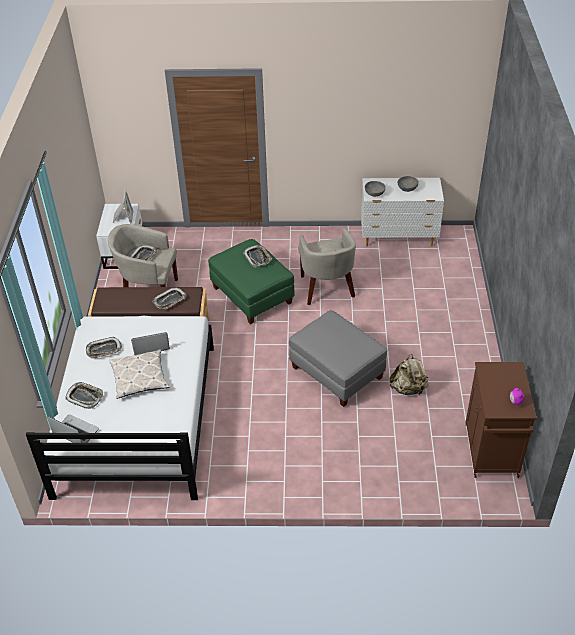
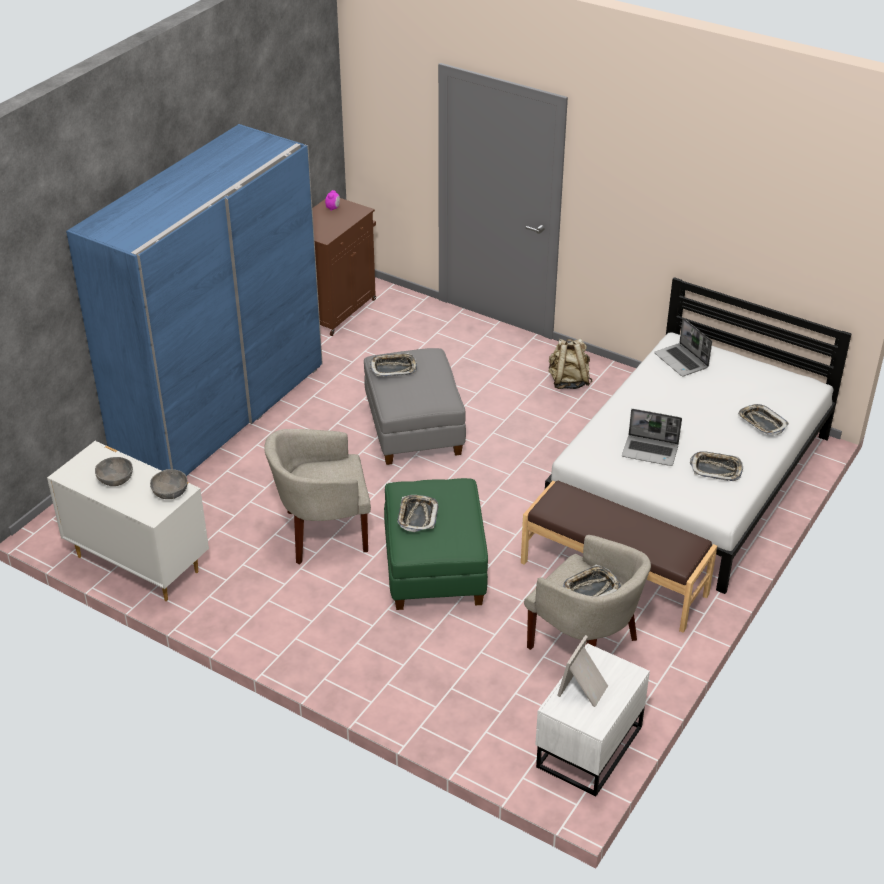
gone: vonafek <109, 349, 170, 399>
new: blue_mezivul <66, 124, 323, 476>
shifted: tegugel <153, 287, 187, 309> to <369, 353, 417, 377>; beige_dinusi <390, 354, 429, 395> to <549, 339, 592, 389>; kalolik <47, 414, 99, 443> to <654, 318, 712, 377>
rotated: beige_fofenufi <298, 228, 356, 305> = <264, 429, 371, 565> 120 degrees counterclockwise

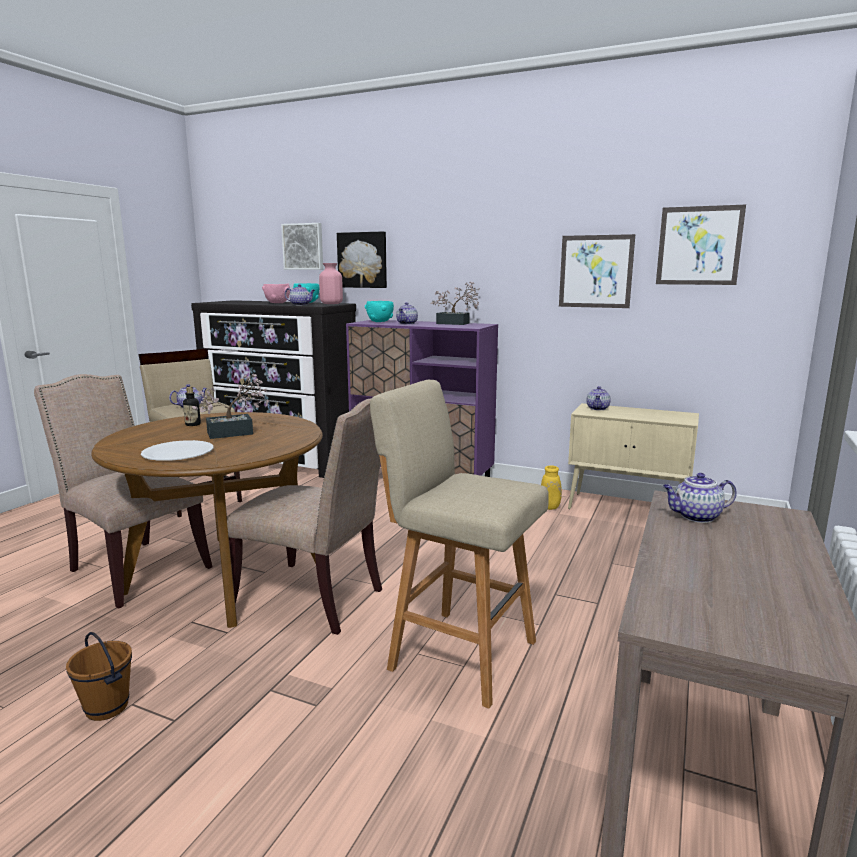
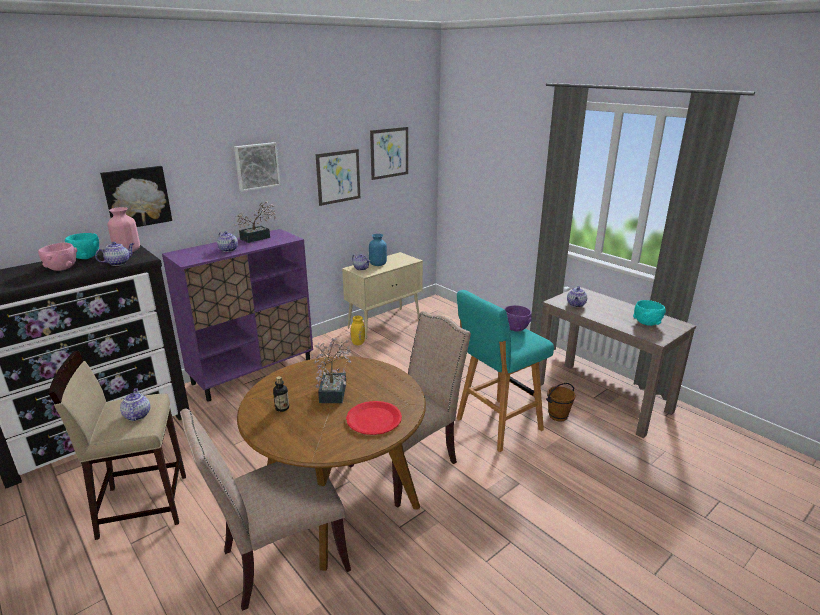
new: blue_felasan <369, 234, 387, 266>; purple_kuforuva <505, 305, 532, 332>
shifted: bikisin <281, 223, 323, 270> to <234, 142, 281, 192>; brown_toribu <66, 632, 132, 721> to <546, 383, 575, 422>; turquoise_kuforuva <365, 301, 394, 322> to <633, 300, 666, 326>
repainted: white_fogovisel <141, 440, 213, 461> to red_fogovisel <346, 401, 402, 435>; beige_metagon <370, 380, 549, 709> to turquoise_metagon <457, 290, 554, 452>

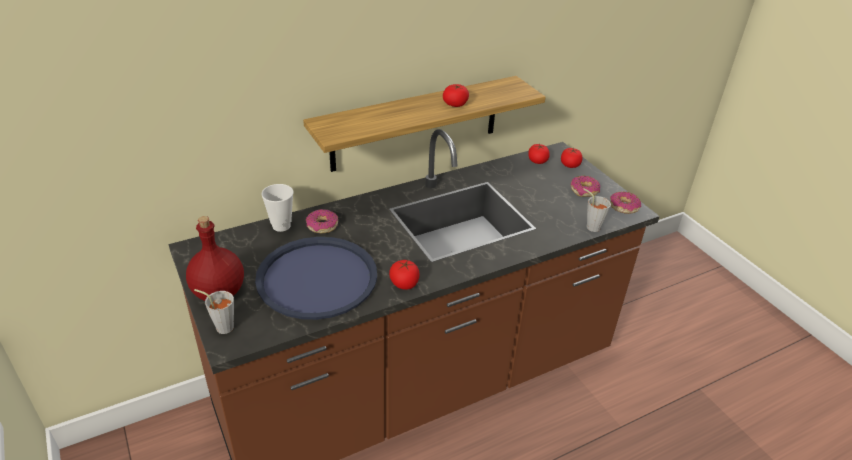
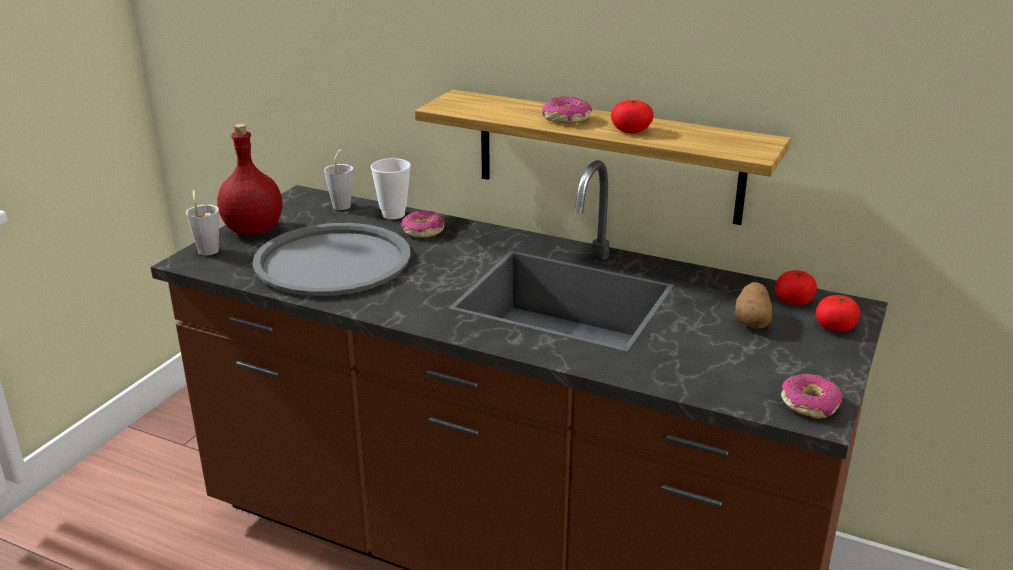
gone: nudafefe <389, 260, 420, 290>
new: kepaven <735, 282, 772, 328>
shifted: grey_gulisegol <583, 188, 611, 232> to <324, 149, 353, 210>; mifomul <571, 176, 600, 197> to <542, 96, 592, 124>
repainted: blue_tegugel <255, 237, 377, 320> to grey_tegugel <253, 223, 411, 296>

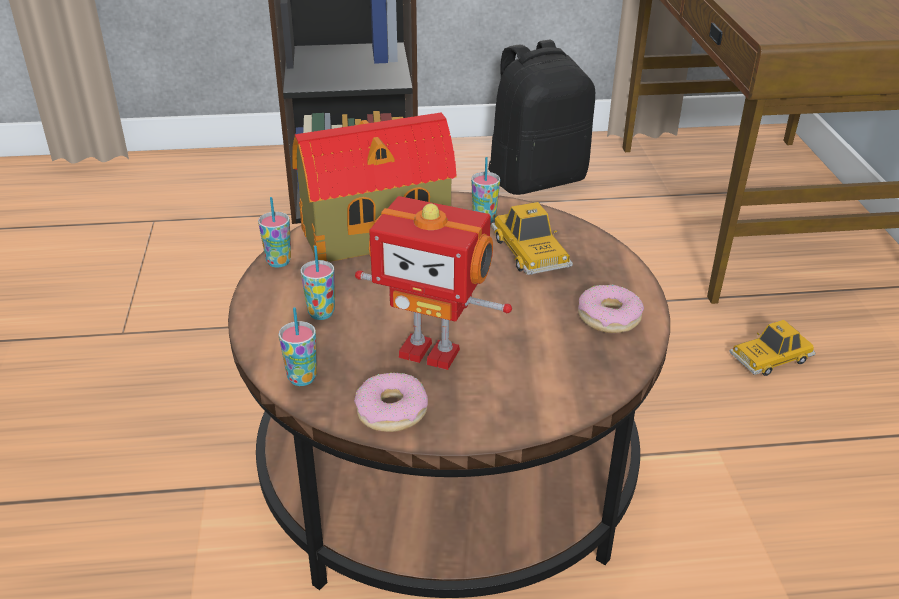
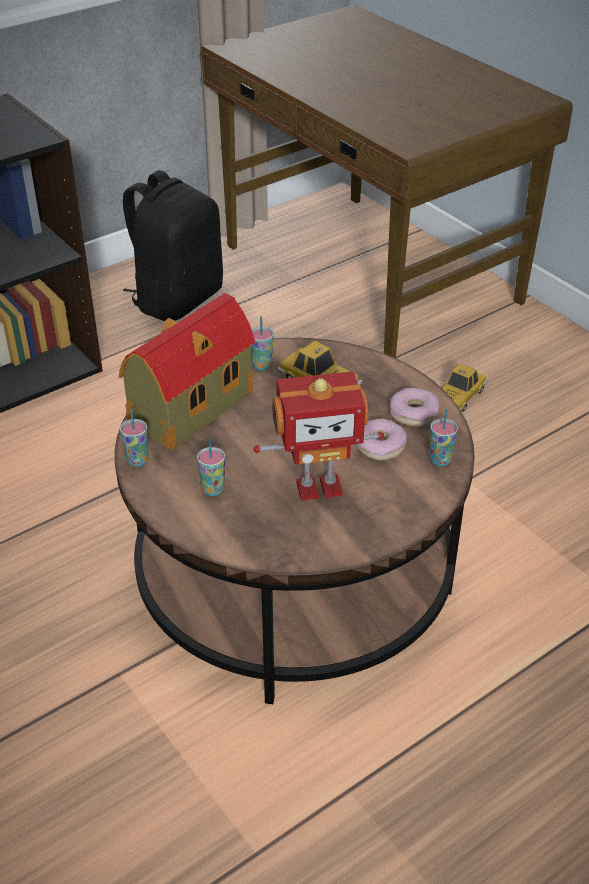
shifted: mifomul <354, 373, 428, 432> to <356, 418, 407, 461>; gulisegol <279, 307, 317, 386> to <430, 409, 458, 466>

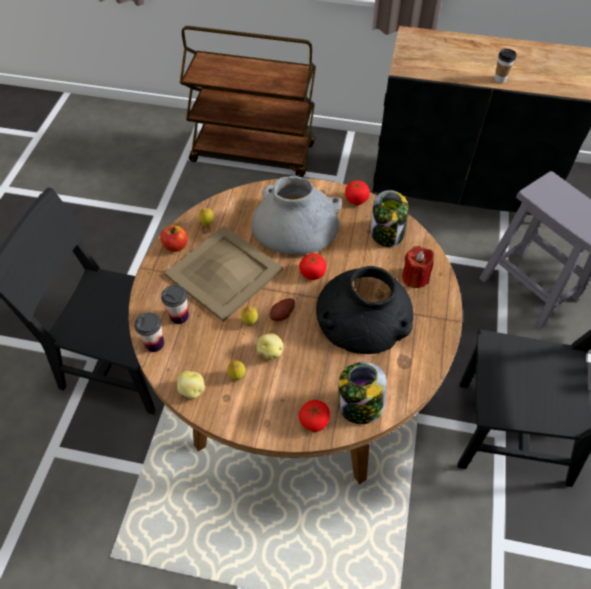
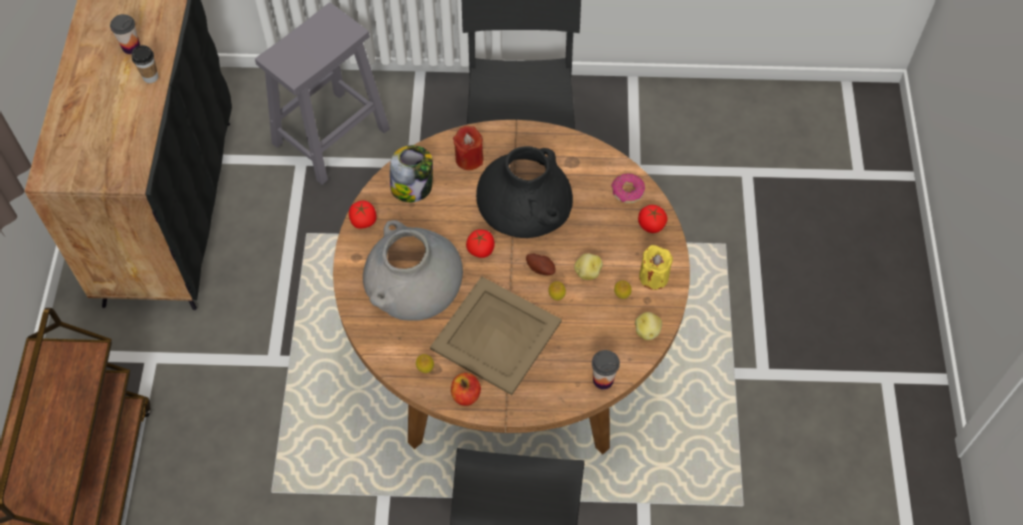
new: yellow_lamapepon <639, 245, 673, 290>
shifted: gulisegol <161, 285, 189, 324> to <110, 14, 140, 54>
swapped: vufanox <338, 362, 387, 424> to mifomul <611, 173, 645, 203>

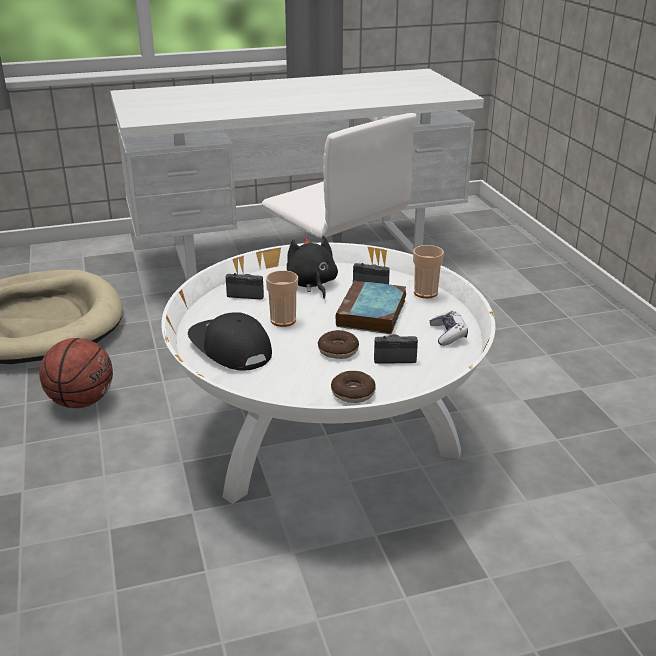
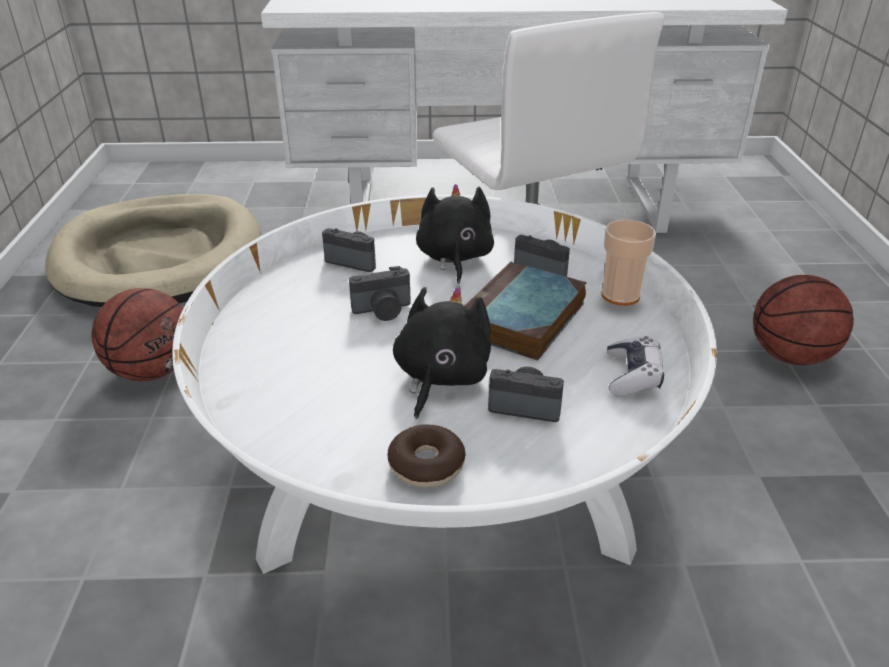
gone: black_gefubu <188, 312, 272, 371>
new: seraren <753, 275, 854, 365>
swapped: gulisegol <266, 270, 298, 327> to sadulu <349, 266, 411, 321>; mifomul <318, 330, 359, 359> to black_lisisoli <393, 286, 491, 420>

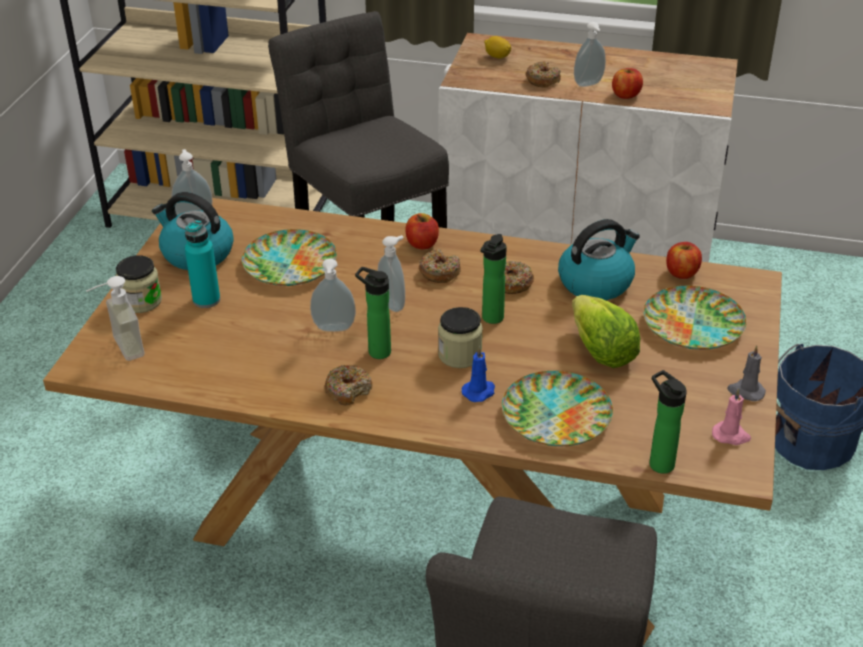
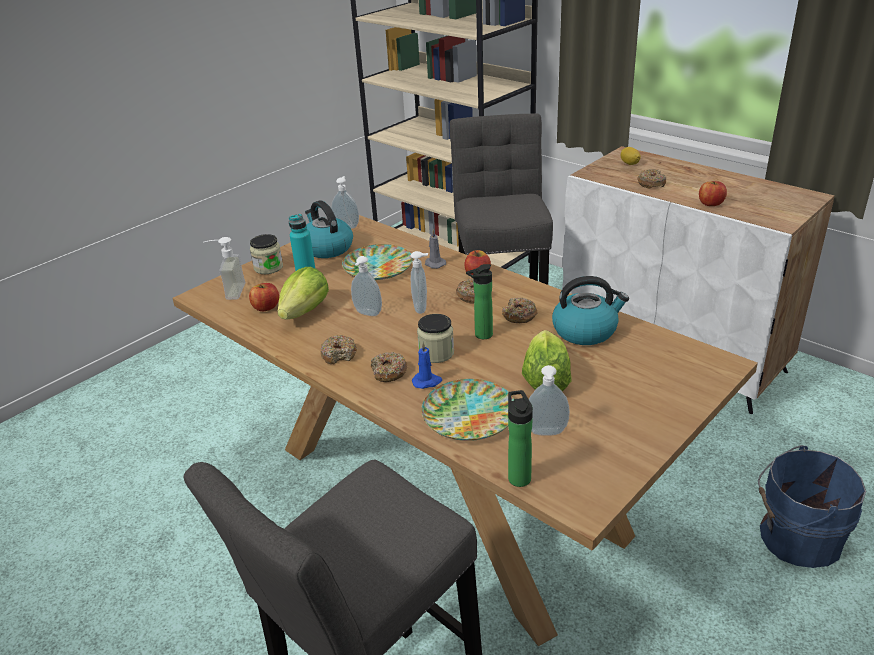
gone: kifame <355, 267, 391, 359>; fogovisel <643, 286, 747, 350>; pink_lamapepon <712, 388, 751, 445>
new: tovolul <277, 267, 329, 319>; mifomul <371, 352, 408, 382>
shifted: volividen <666, 242, 702, 279> to <249, 283, 279, 311>; grey_lamapepon <727, 345, 766, 401> to <425, 229, 446, 269>; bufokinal <574, 22, 606, 87> to <529, 365, 570, 436>

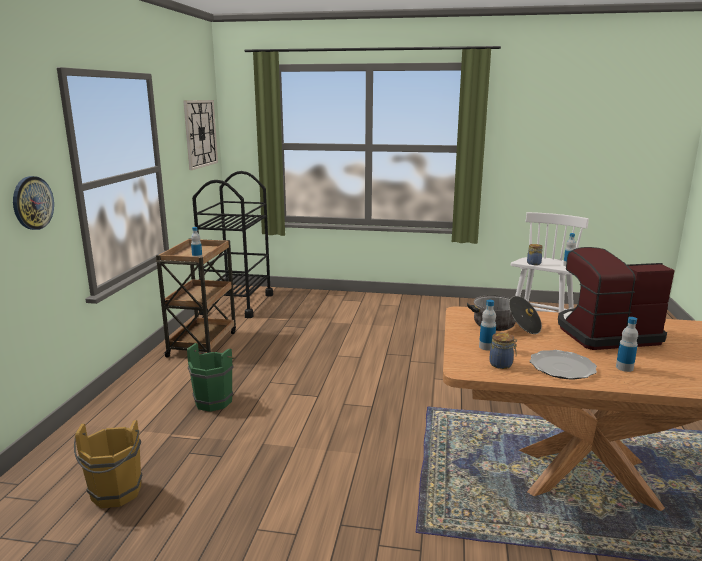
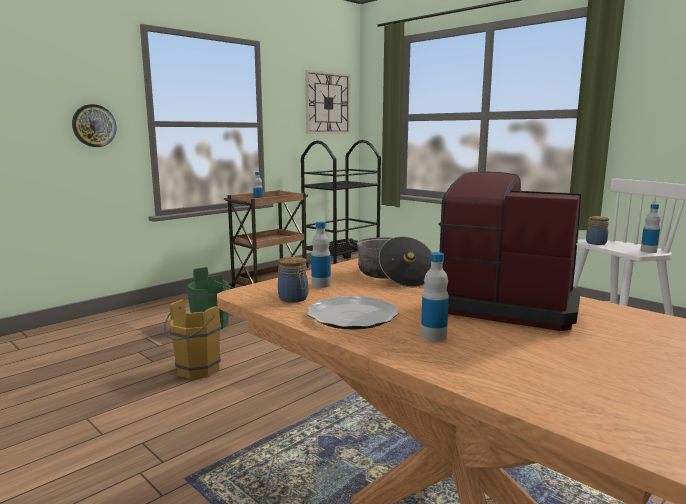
shifted: brown_toribu <74, 420, 142, 508> to <164, 299, 221, 379>

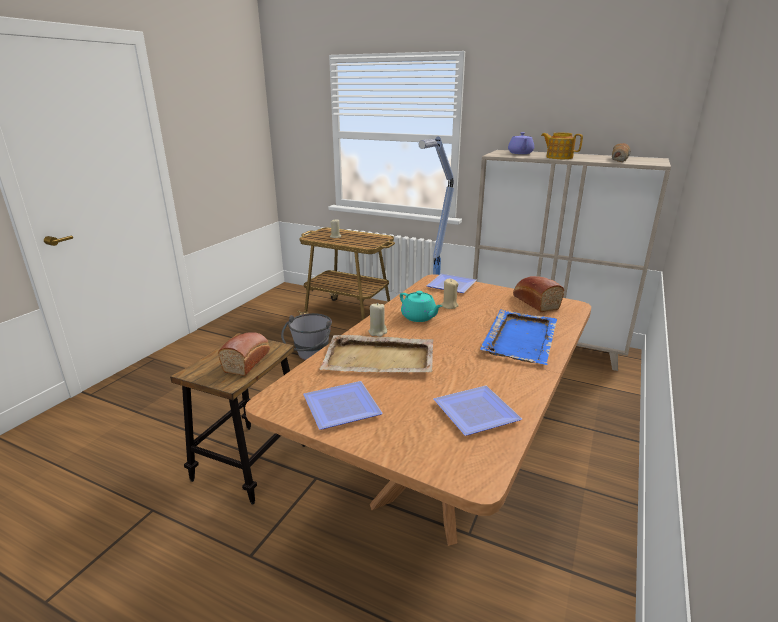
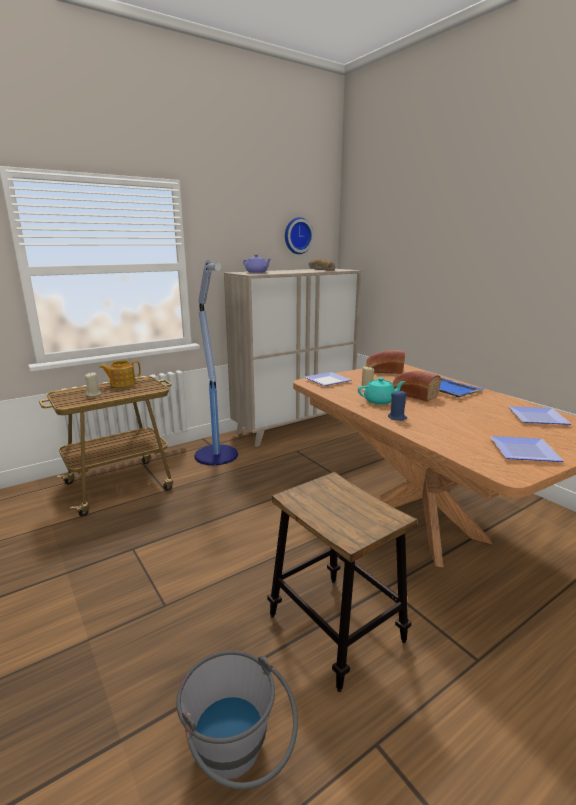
gone: beige_tegugel <319, 335, 433, 373>
new: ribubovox <285, 217, 314, 254>
shifted: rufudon <541, 133, 583, 159> to <99, 360, 141, 387>; grey_toribu <281, 313, 332, 360> to <176, 650, 298, 790>; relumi <218, 332, 270, 376> to <392, 371, 441, 401>
repainted: beige_lamapepon <368, 303, 387, 337> to blue_lamapepon <388, 390, 407, 421>

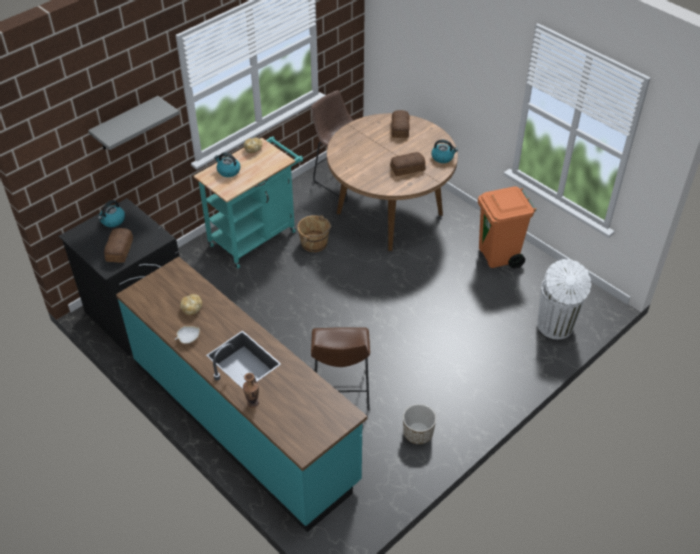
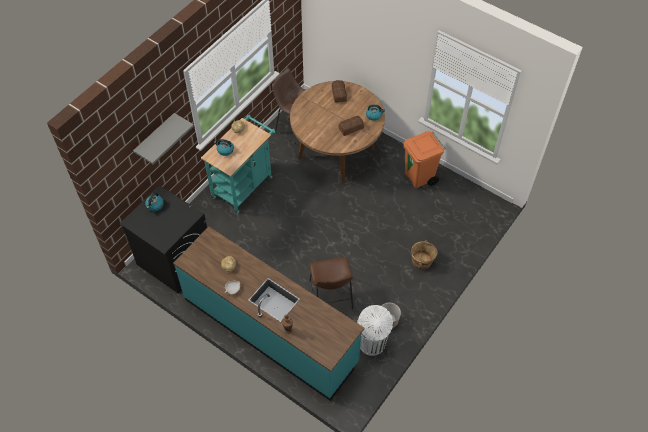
gone: relumi <104, 228, 133, 263>
shifted: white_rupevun <537, 259, 591, 339> to <357, 305, 393, 356>; brown_toribu <297, 215, 331, 252> to <411, 240, 438, 270>

